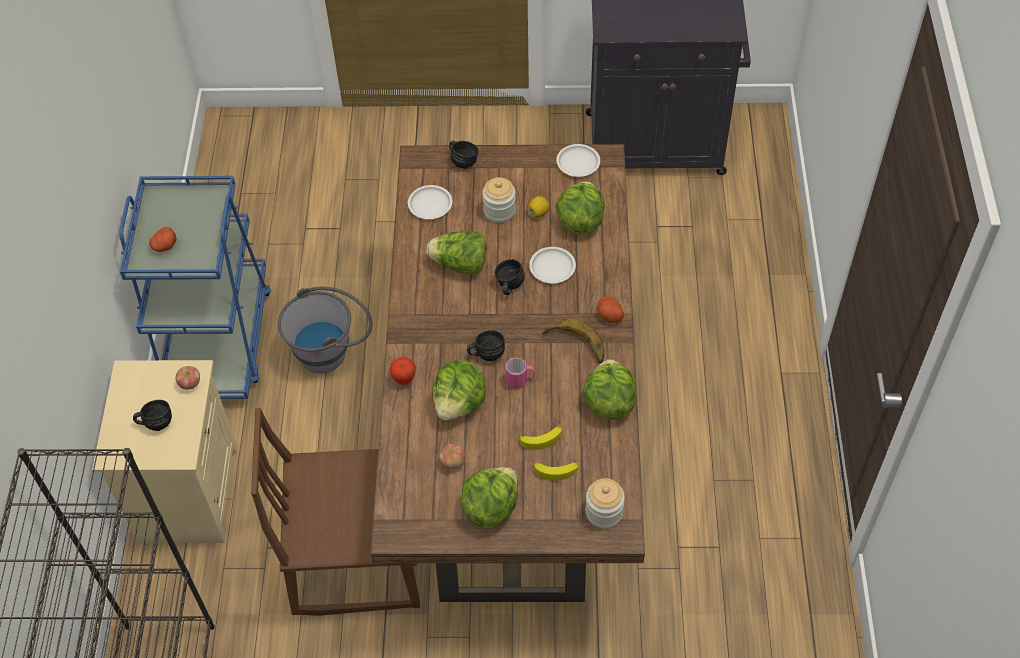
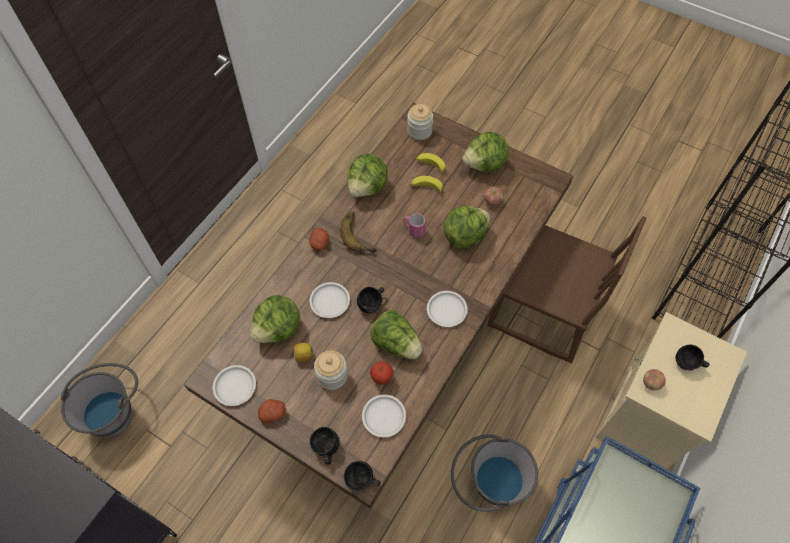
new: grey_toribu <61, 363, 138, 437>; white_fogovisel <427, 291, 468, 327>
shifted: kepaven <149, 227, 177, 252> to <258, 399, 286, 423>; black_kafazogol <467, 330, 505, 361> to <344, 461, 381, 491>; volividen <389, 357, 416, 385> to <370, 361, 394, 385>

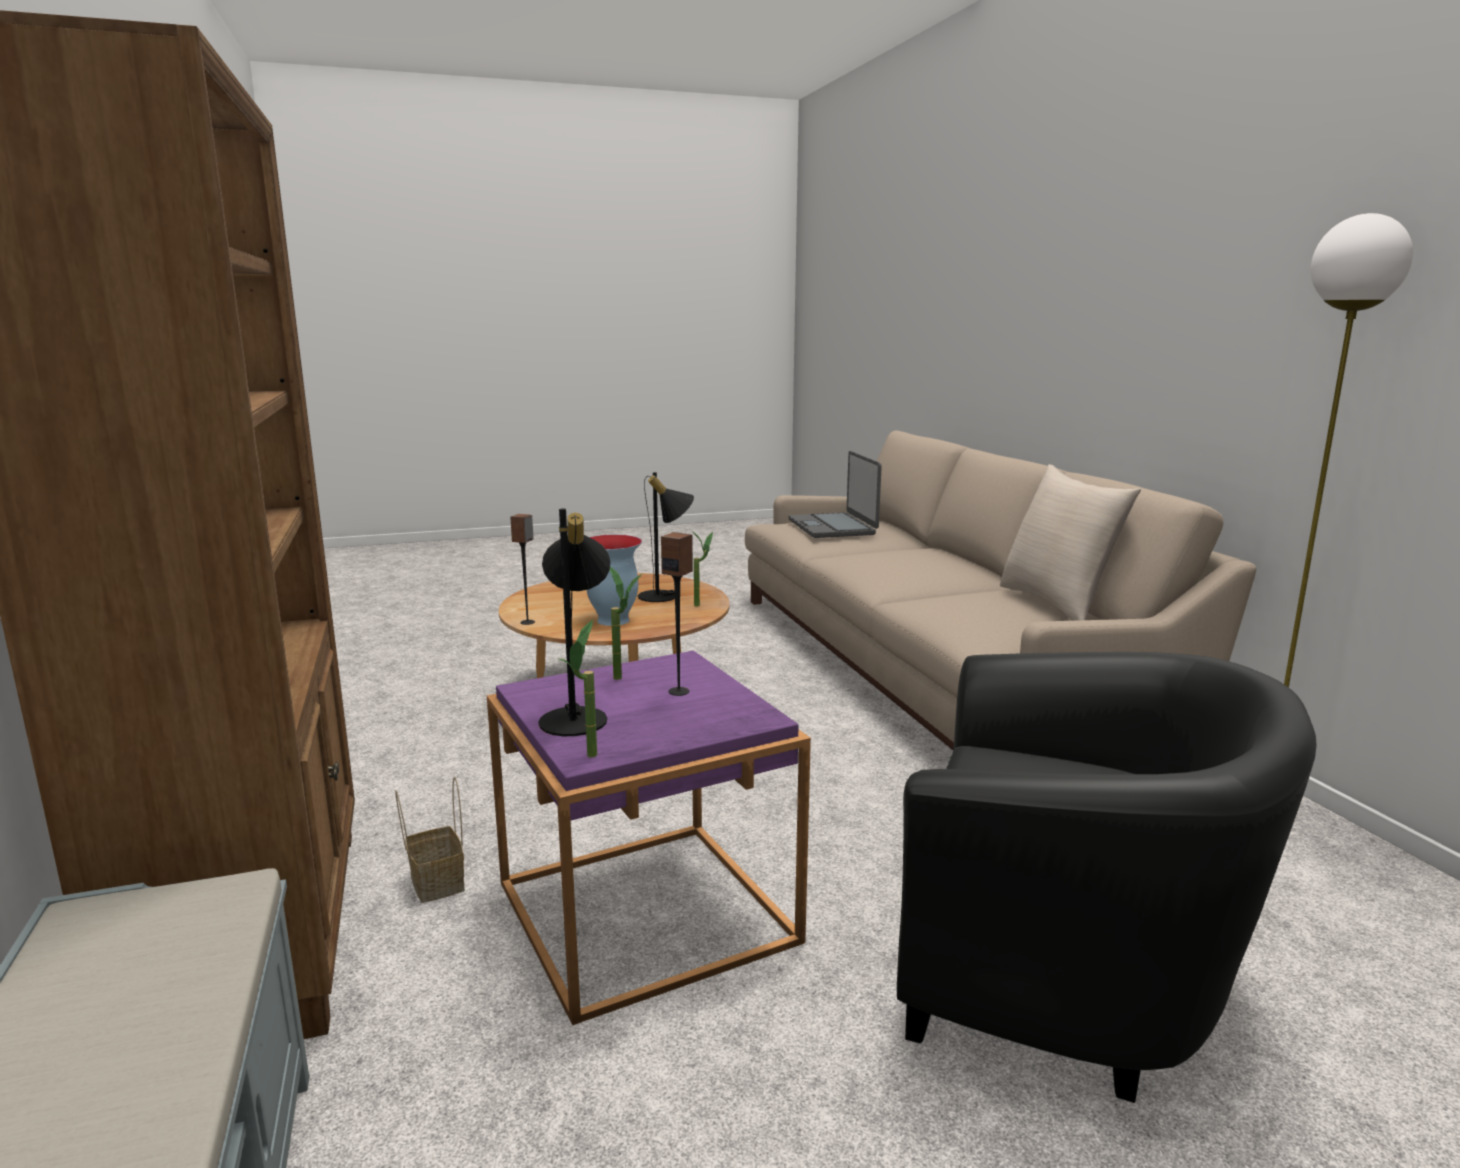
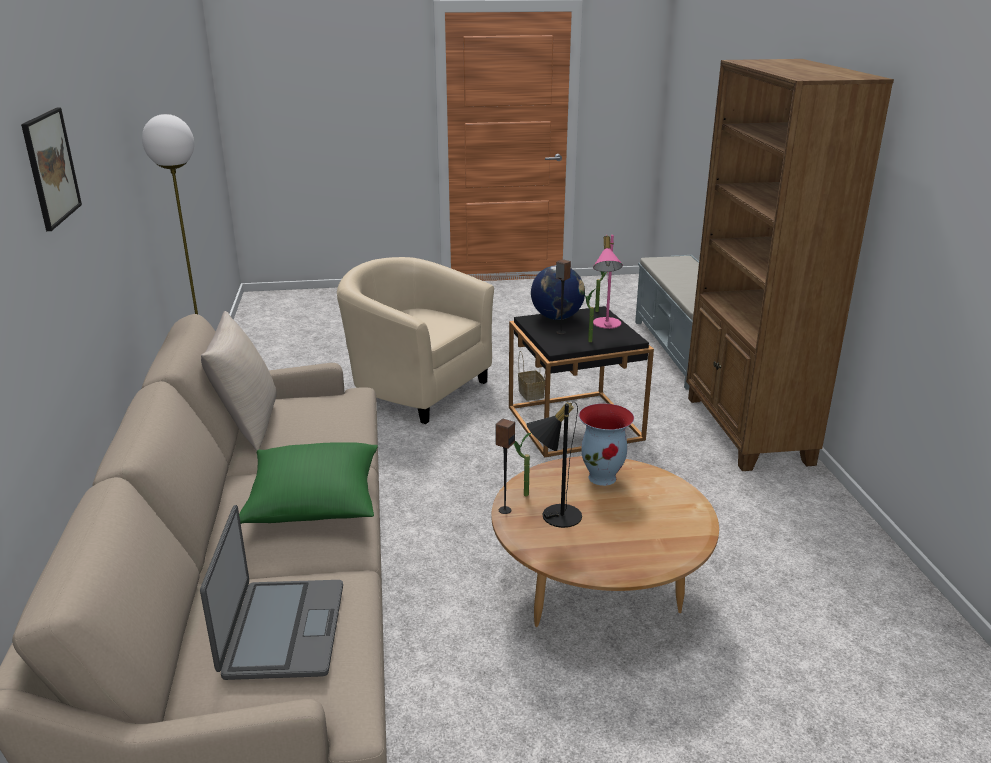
new: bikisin <21, 108, 82, 231>; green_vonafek <239, 442, 378, 524>; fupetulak <531, 265, 585, 320>
shifted: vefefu <510, 514, 535, 625> to <495, 419, 515, 514>; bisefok <395, 777, 465, 903> to <518, 351, 546, 401>
repainted: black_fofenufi <897, 652, 1317, 1103> to beige_fofenufi <337, 257, 494, 424>; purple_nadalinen <487, 651, 811, 1025> to black_nadalinen <509, 306, 654, 458>; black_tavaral <538, 509, 611, 736> to pink_tavaral <593, 234, 623, 329>

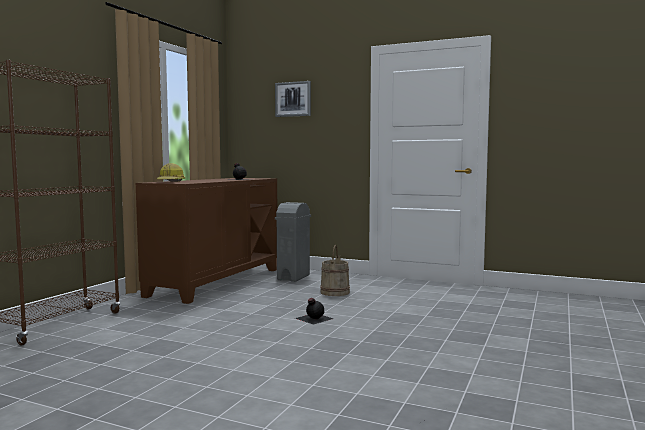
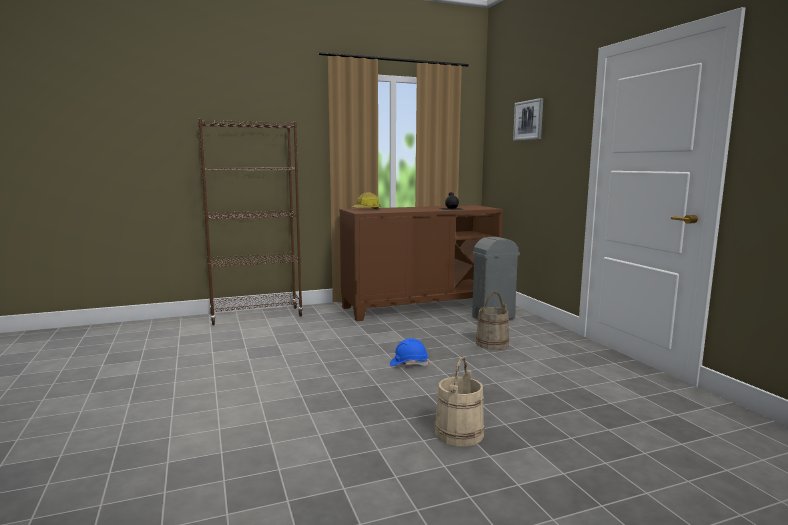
new: beige_toribu <435, 357, 485, 447>
swapped: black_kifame <295, 298, 334, 325> to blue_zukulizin <390, 338, 428, 366>

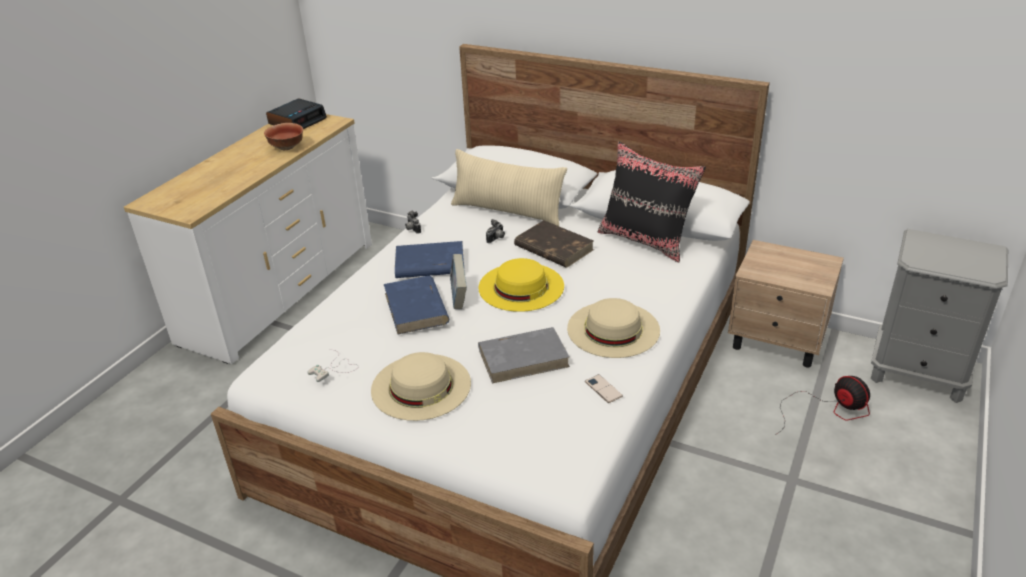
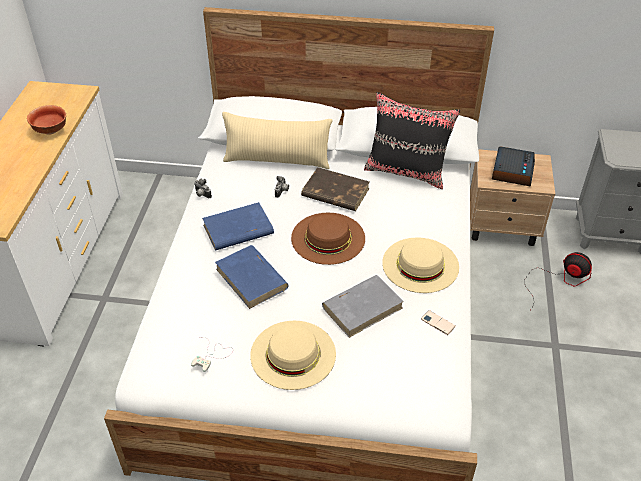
gone: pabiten <450, 254, 467, 309>
shifted: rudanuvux <266, 98, 327, 129> to <492, 147, 535, 187>
repainted: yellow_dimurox <478, 258, 564, 312> to brown_dimurox <291, 213, 365, 265>

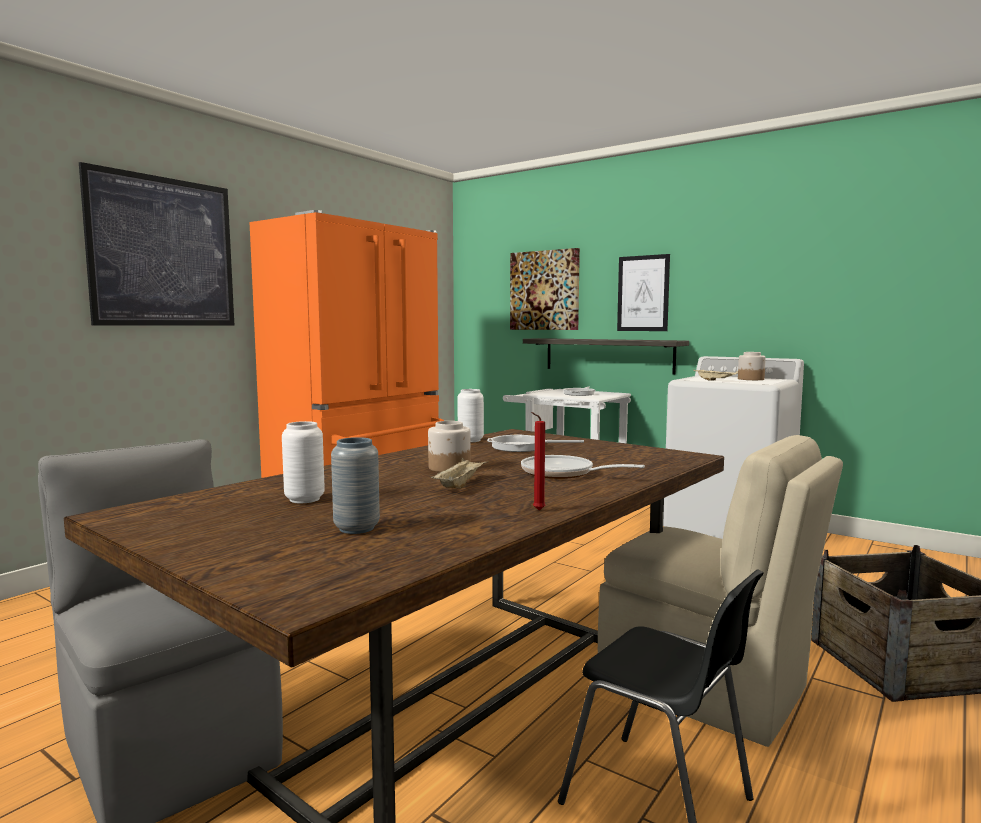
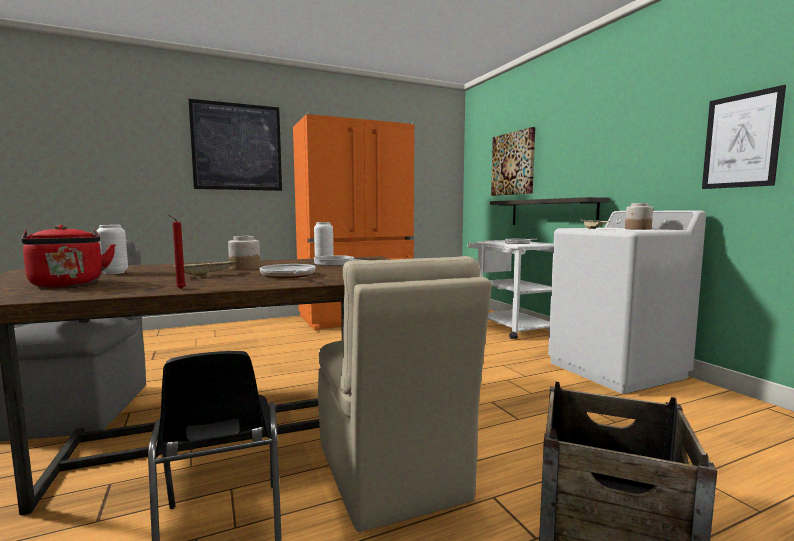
shifted: bikisin <617, 254, 670, 331> to <702, 85, 786, 189>
swapped: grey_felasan <331, 437, 380, 534> to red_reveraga <22, 224, 116, 287>

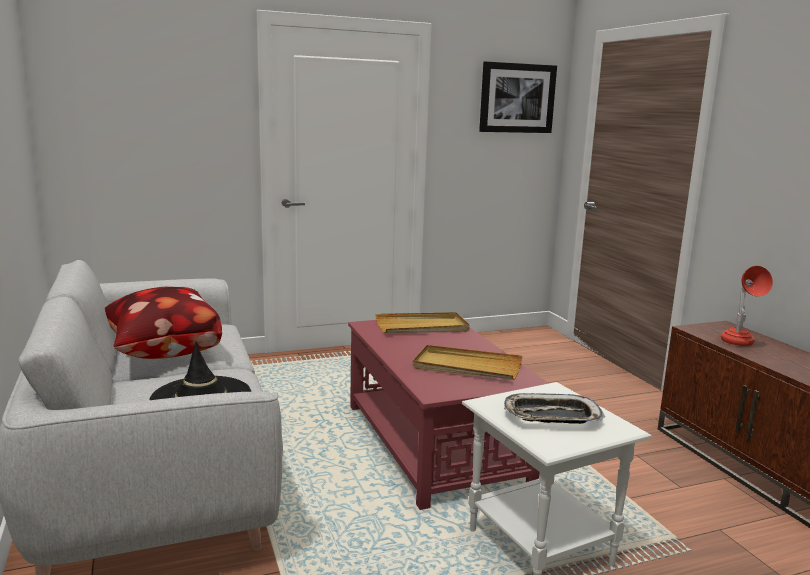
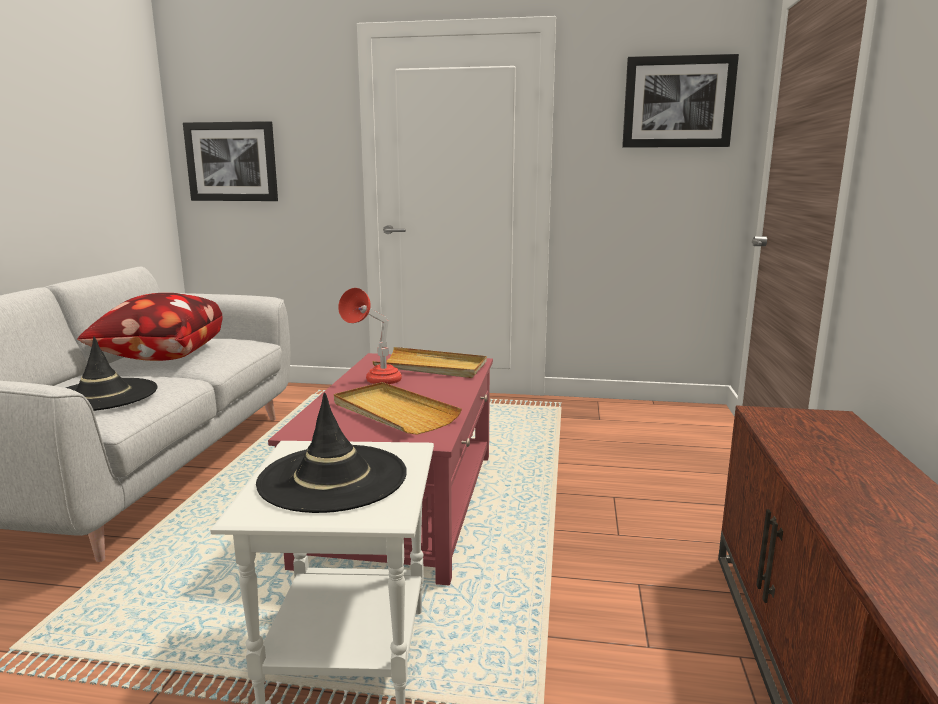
new: bikisin <183, 121, 278, 201>
shifted: red_tavaral <721, 266, 773, 346> to <338, 288, 402, 384>
swapped: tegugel <504, 393, 605, 424> to black_dimurox <256, 392, 407, 513>

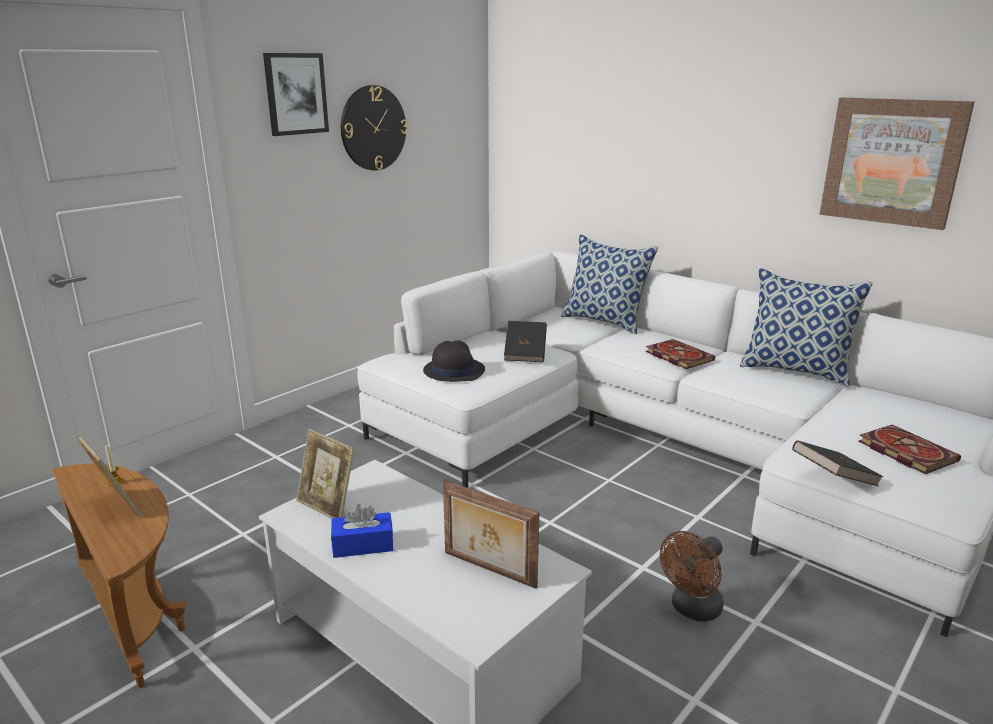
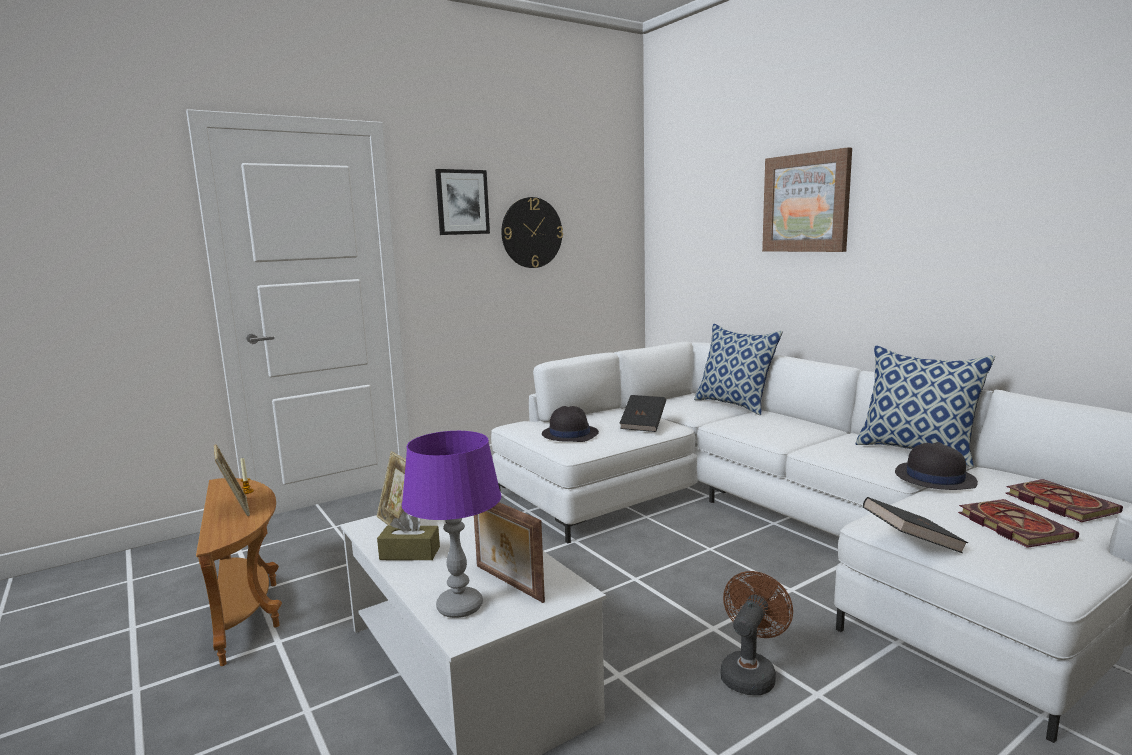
new: purple_tavaral <402, 431, 501, 618>; black_dimurox <895, 442, 978, 490>
shifted: bikisin <820, 98, 975, 230> to <762, 147, 852, 252>; pabiten <645, 339, 715, 369> to <1005, 479, 1123, 522>
repainted: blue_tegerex <331, 504, 393, 558> to brown_tegerex <377, 511, 440, 560>
rotated: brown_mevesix <660, 531, 724, 621> = <720, 571, 793, 695> 150 degrees clockwise

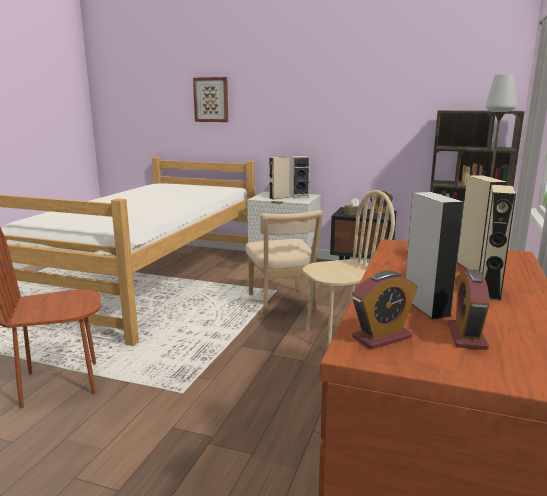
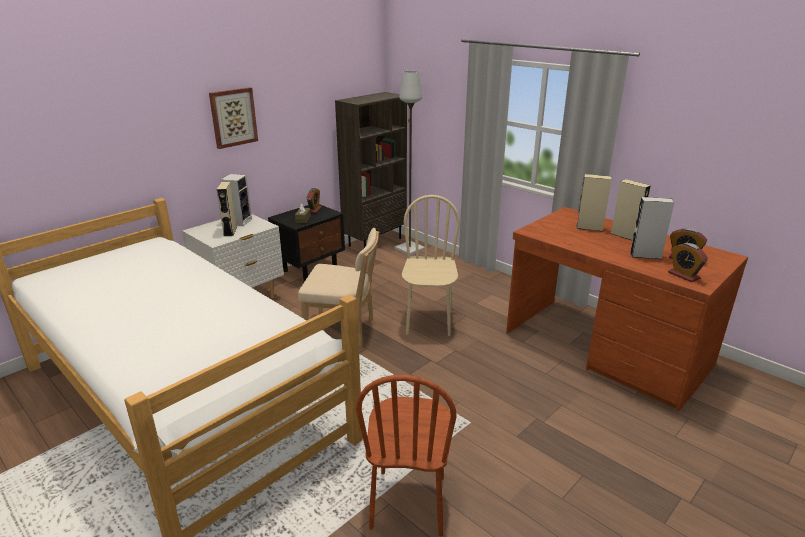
shifted: bikisin <193, 77, 228, 122> to <209, 87, 258, 149>
rotated: rudanuvux <352, 271, 418, 349> = <668, 243, 708, 282> 150 degrees clockwise

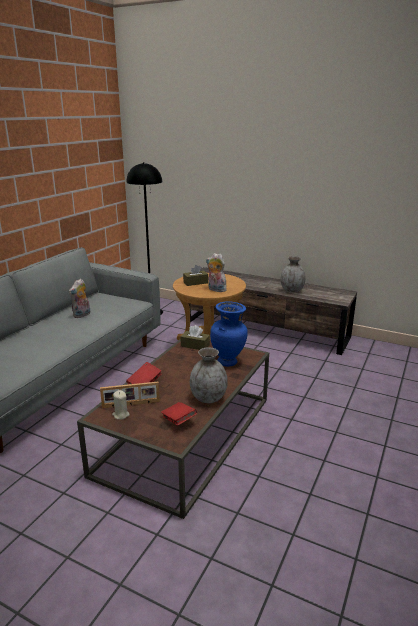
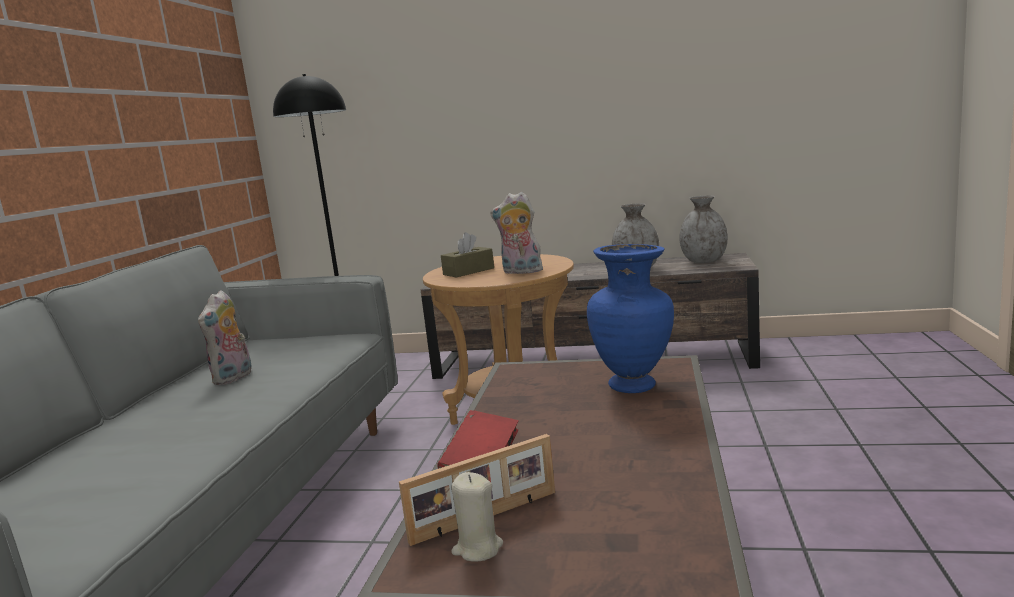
gone: red_pabiten <161, 402, 197, 426>; brown_tegerex <180, 325, 210, 350>
shifted: grey_felasan <190, 347, 228, 403> to <679, 195, 728, 263>

